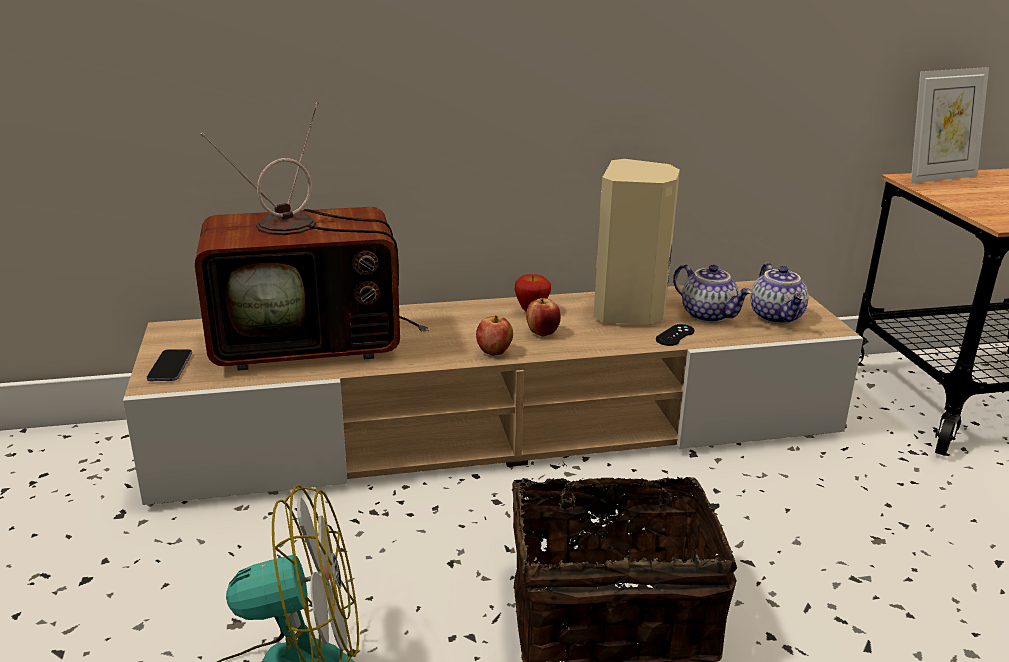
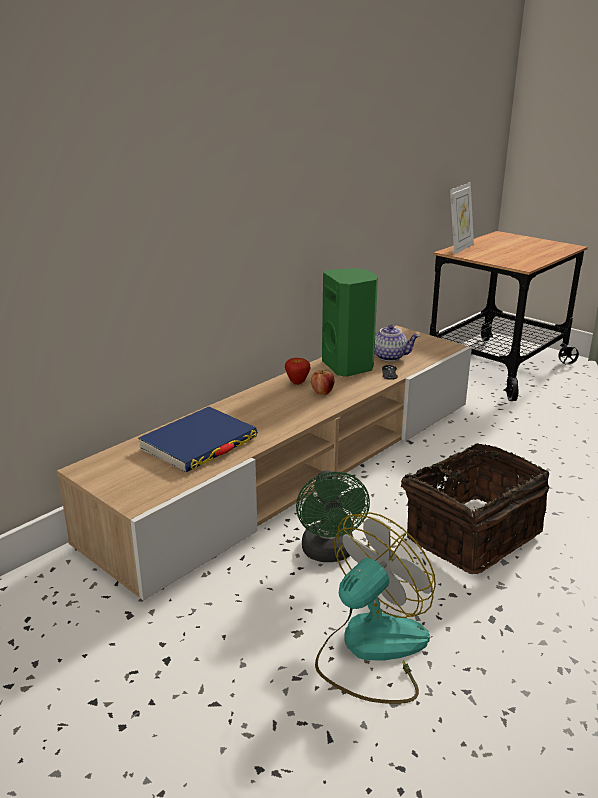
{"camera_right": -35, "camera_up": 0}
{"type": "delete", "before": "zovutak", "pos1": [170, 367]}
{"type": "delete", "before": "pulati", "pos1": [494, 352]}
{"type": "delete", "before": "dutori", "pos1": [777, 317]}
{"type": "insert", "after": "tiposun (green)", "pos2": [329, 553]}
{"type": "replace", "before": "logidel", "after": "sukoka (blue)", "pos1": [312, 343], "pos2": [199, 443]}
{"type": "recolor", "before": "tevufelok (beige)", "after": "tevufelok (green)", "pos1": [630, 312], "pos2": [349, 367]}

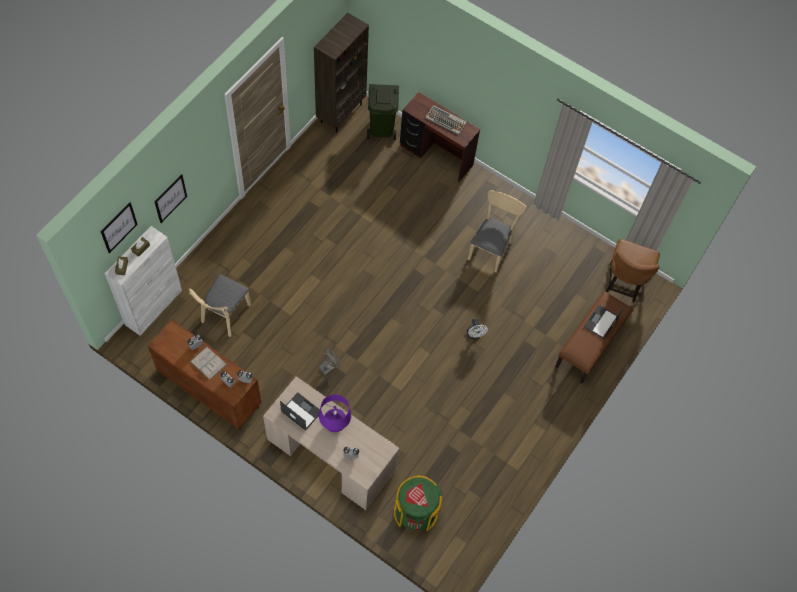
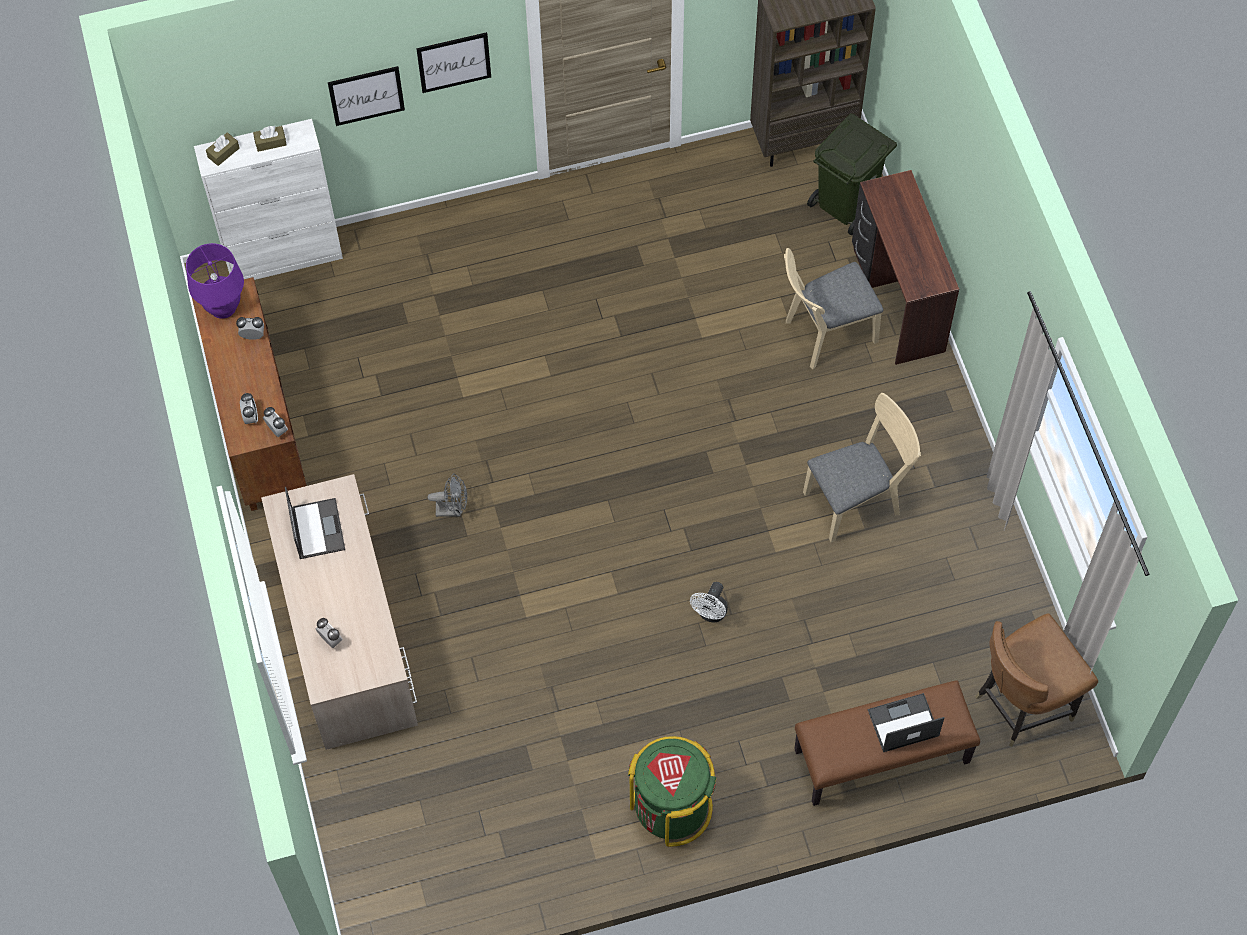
{"camera_right": 45, "camera_up": 0}
{"type": "delete", "before": "sukoka (white)", "pos1": [208, 363]}
{"type": "delete", "before": "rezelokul", "pos1": [446, 120]}
{"type": "move", "before": "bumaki", "pos1": [118, 227], "pos2": [454, 62]}
{"type": "move", "before": "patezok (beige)", "pos1": [224, 316], "pos2": [824, 334]}
{"type": "move", "before": "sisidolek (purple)", "pos1": [335, 424], "pos2": [223, 307]}
{"type": "move", "before": "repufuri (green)", "pos1": [415, 511], "pos2": [672, 806]}

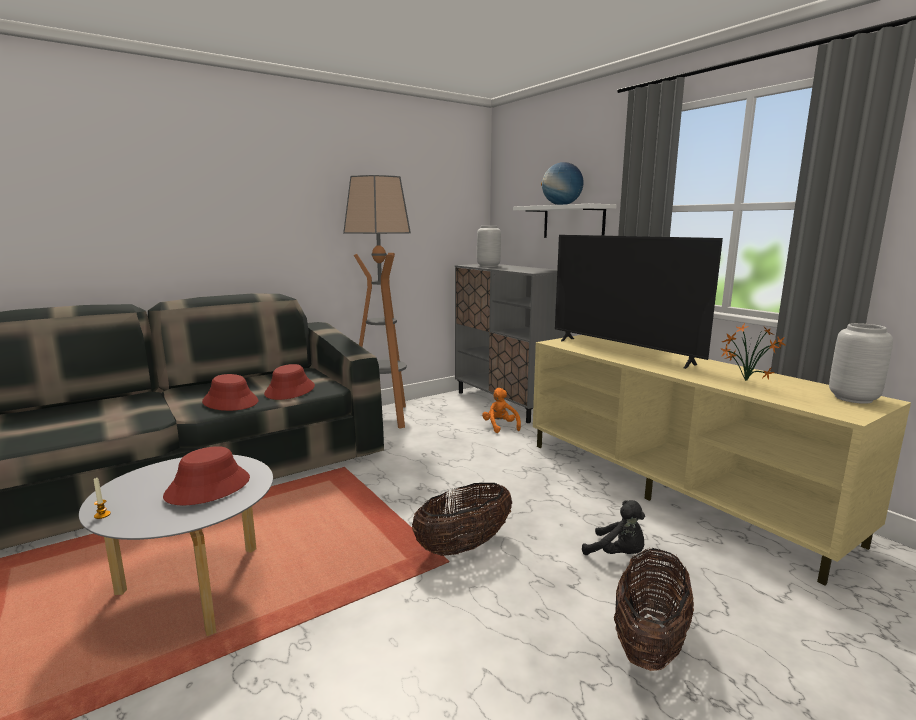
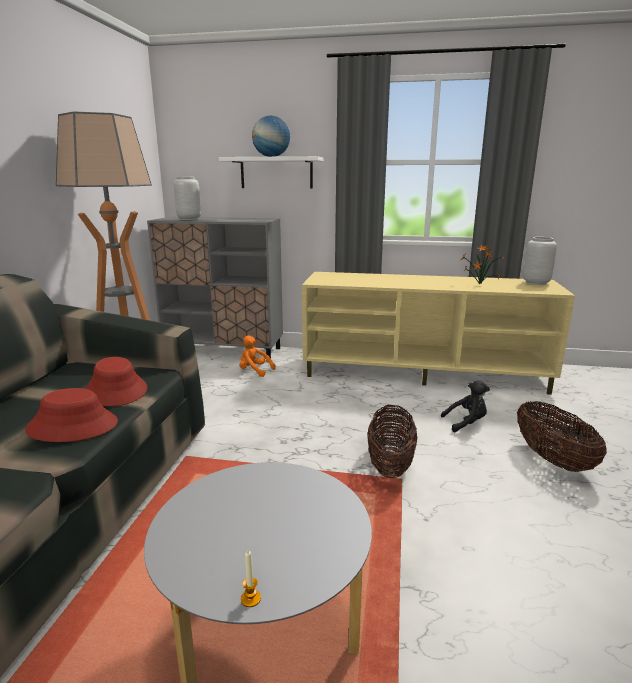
{"camera_right": -45, "camera_up": 5}
{"type": "delete", "before": "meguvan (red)", "pos1": [208, 487]}
{"type": "delete", "before": "logidel", "pos1": [622, 352]}

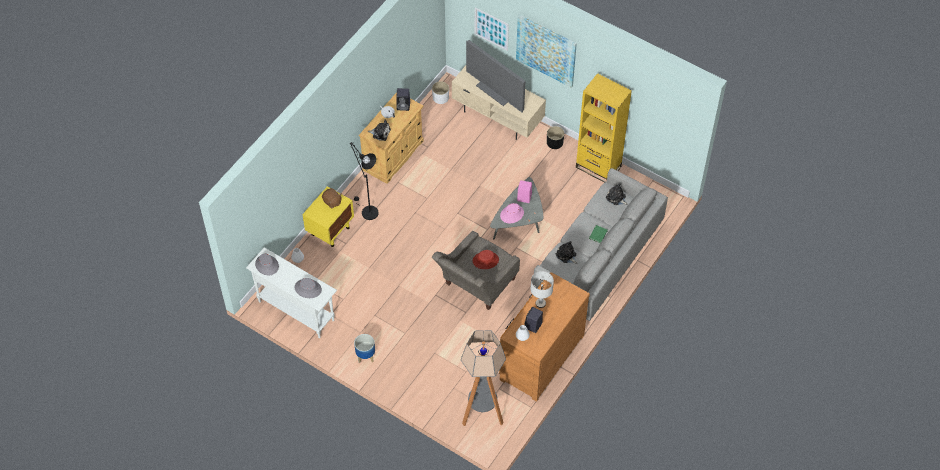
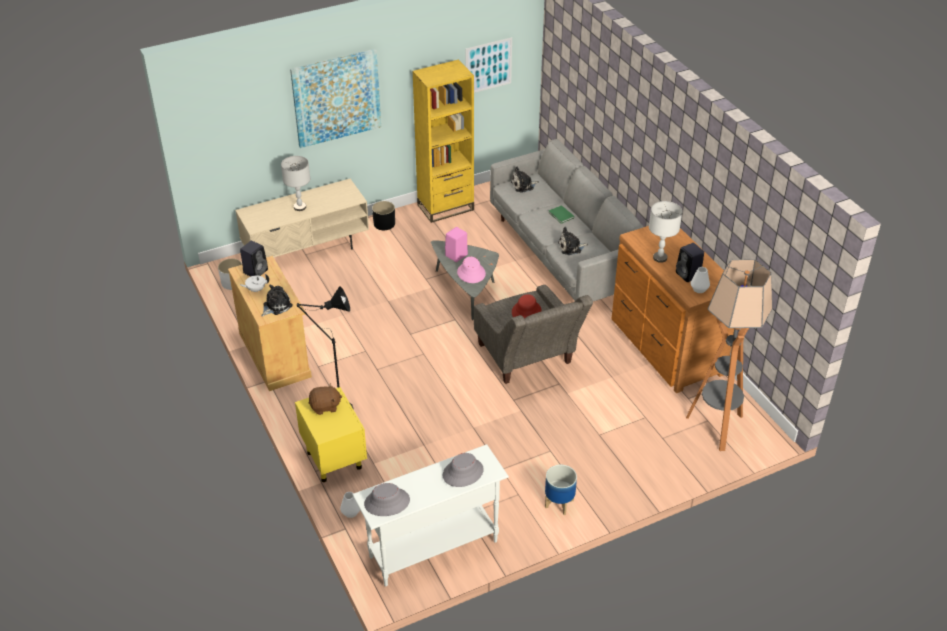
{"camera_right": -60, "camera_up": -15}
{"type": "move", "before": "bumaki", "pos1": [491, 29], "pos2": [488, 66]}
{"type": "replace", "before": "logidel", "after": "sisidolek (grey)", "pos1": [496, 91], "pos2": [300, 207]}

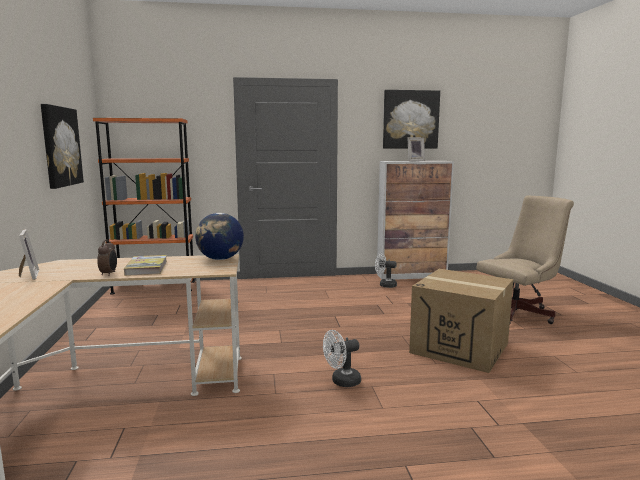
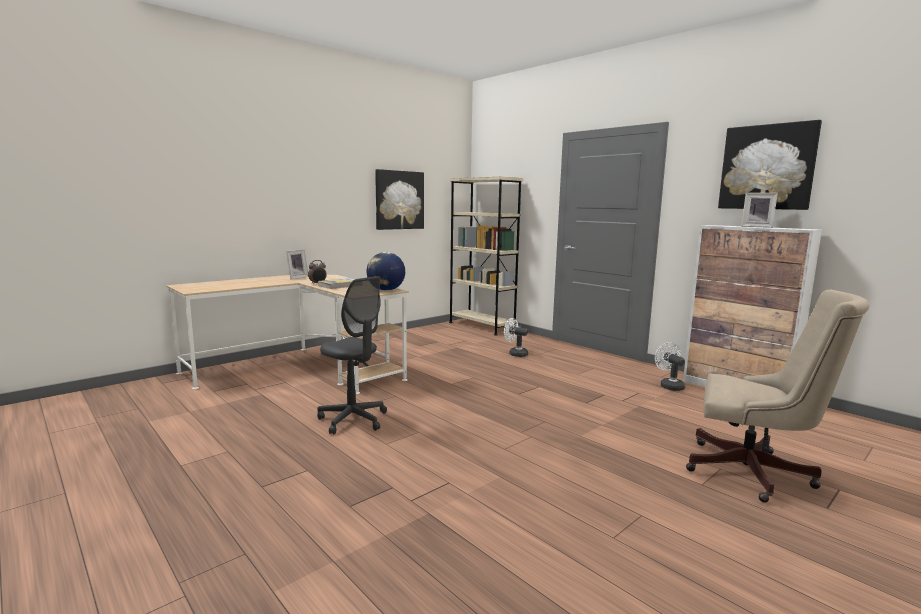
{"camera_right": 55, "camera_up": 0}
{"type": "delete", "before": "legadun", "pos1": [460, 348]}
{"type": "insert", "after": "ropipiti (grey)", "pos2": [353, 420]}
{"type": "move", "before": "tiposun (white)", "pos1": [342, 382], "pos2": [515, 354]}
{"type": "recolor", "before": "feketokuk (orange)", "after": "feketokuk (beige)", "pos1": [154, 287], "pos2": [481, 326]}

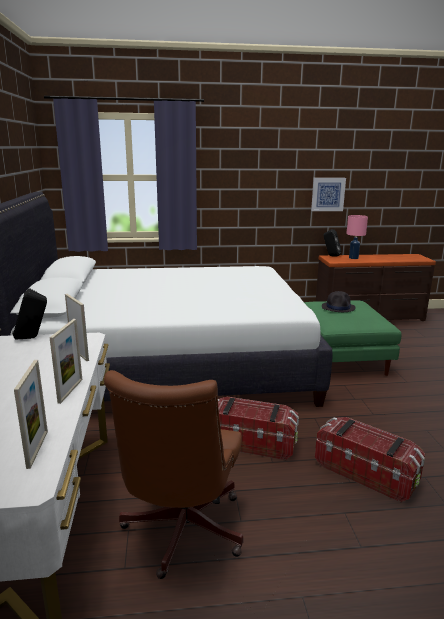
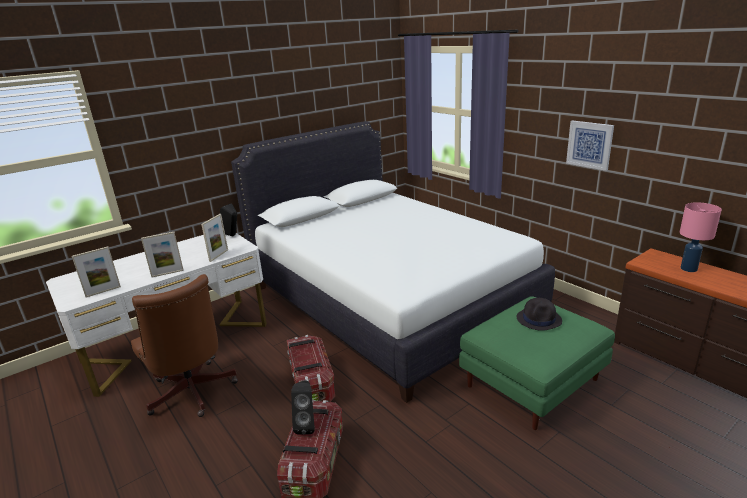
{"camera_right": 60, "camera_up": 5}
{"type": "move", "before": "bumaki", "pos1": [328, 194], "pos2": [589, 144]}
{"type": "move", "before": "tevufelok (black)", "pos1": [331, 256], "pos2": [307, 425]}
{"type": "rotate", "before": "ropipiti (brown)", "pos1": [180, 533], "pos2": [192, 395], "turn": -105}

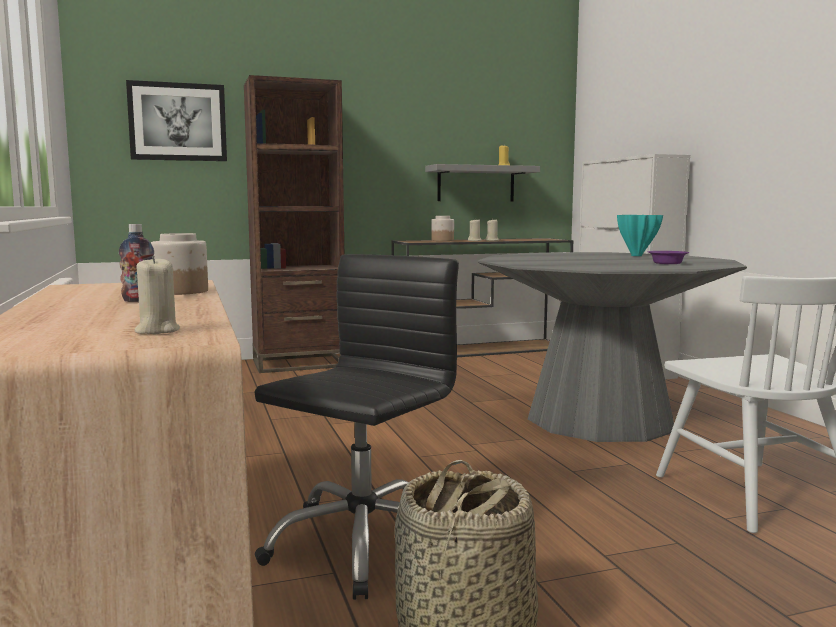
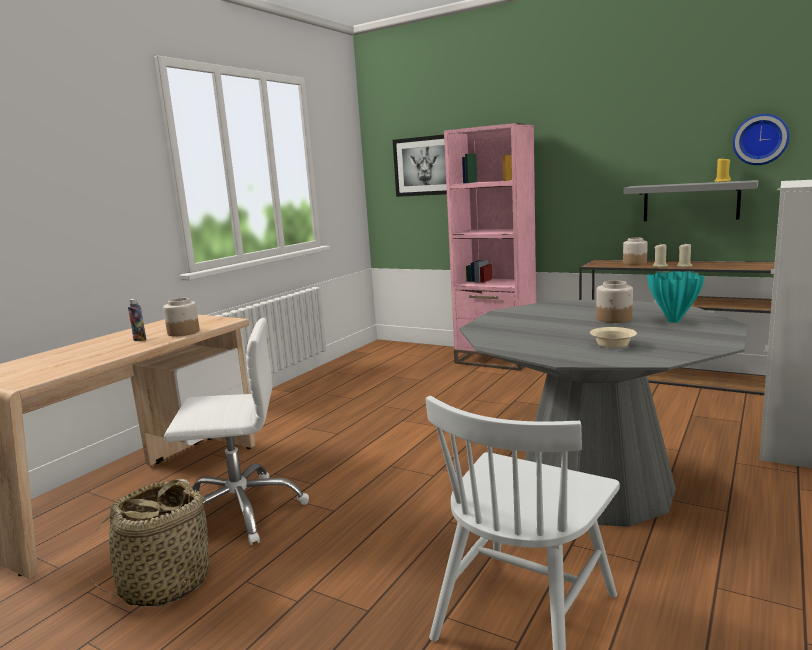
{"camera_right": 50, "camera_up": 5}
{"type": "delete", "before": "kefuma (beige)", "pos1": [157, 331]}
{"type": "insert", "after": "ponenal", "pos2": [614, 319]}
{"type": "insert", "after": "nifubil", "pos2": [760, 139]}
{"type": "recolor", "before": "feketokuk (brown)", "after": "feketokuk (pink)", "pos1": [299, 363], "pos2": [496, 360]}
{"type": "recolor", "before": "ropipiti (black)", "after": "ropipiti (white)", "pos1": [362, 544], "pos2": [240, 511]}
{"type": "recolor", "before": "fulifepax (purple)", "after": "fulifepax (beige)", "pos1": [668, 263], "pos2": [613, 345]}

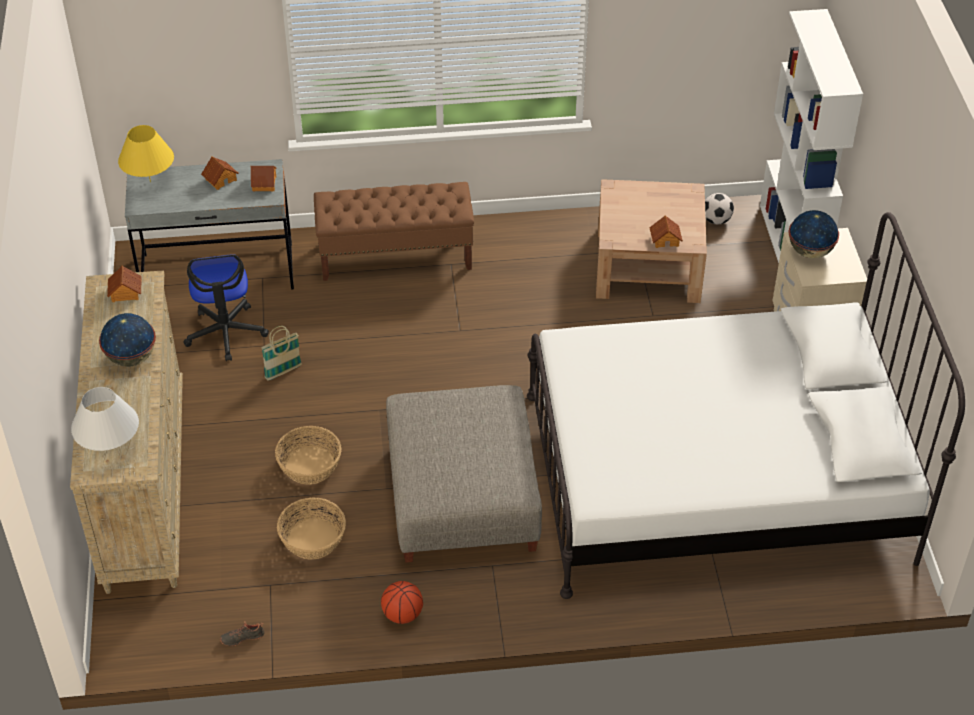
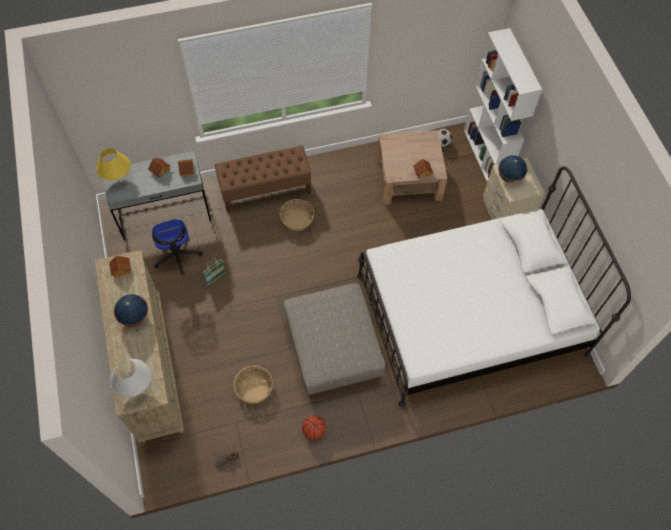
{"camera_right": -10, "camera_up": 15}
{"type": "move", "before": "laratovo", "pos1": [310, 465], "pos2": [297, 219]}

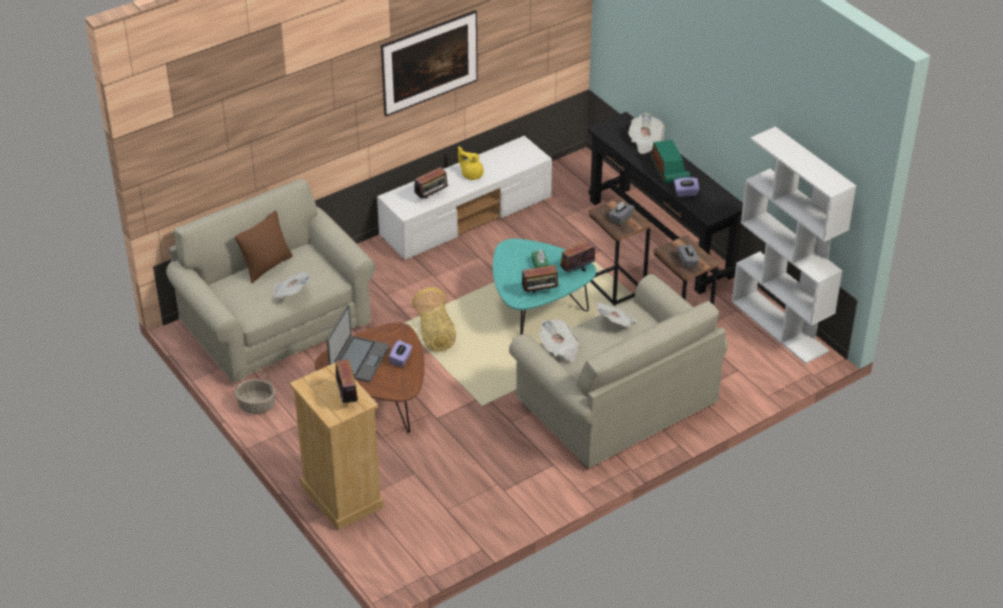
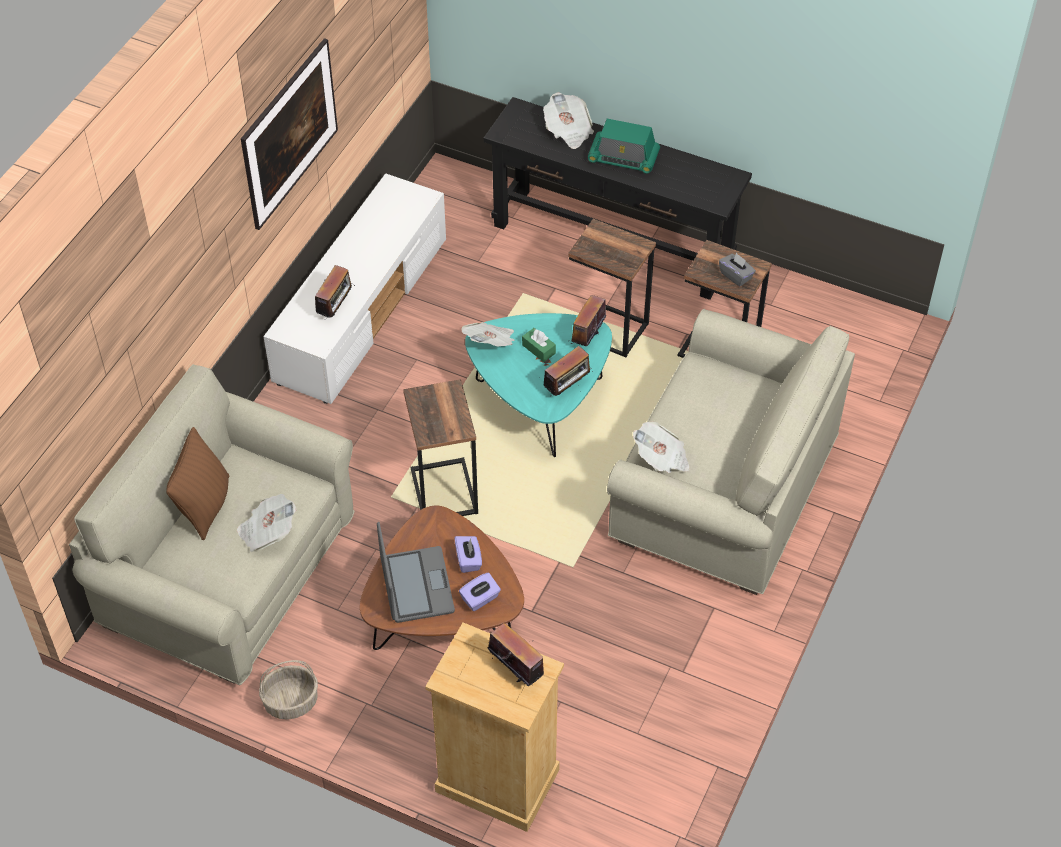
{"camera_right": -30, "camera_up": 10}
{"type": "delete", "before": "dutori (yellow)", "pos1": [471, 174]}
{"type": "delete", "before": "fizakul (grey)", "pos1": [620, 218]}
{"type": "delete", "before": "feketokuk (white)", "pos1": [780, 326]}
{"type": "move", "before": "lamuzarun", "pos1": [615, 323], "pos2": [490, 343]}
{"type": "move", "before": "fizakul (purple)", "pos1": [686, 193], "pos2": [480, 599]}
{"type": "replace", "before": "laratovo", "after": "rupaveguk", "pos1": [435, 333], "pos2": [442, 492]}
{"type": "rotate", "before": "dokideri", "pos1": [669, 169], "pos2": [623, 158], "turn": 150}

